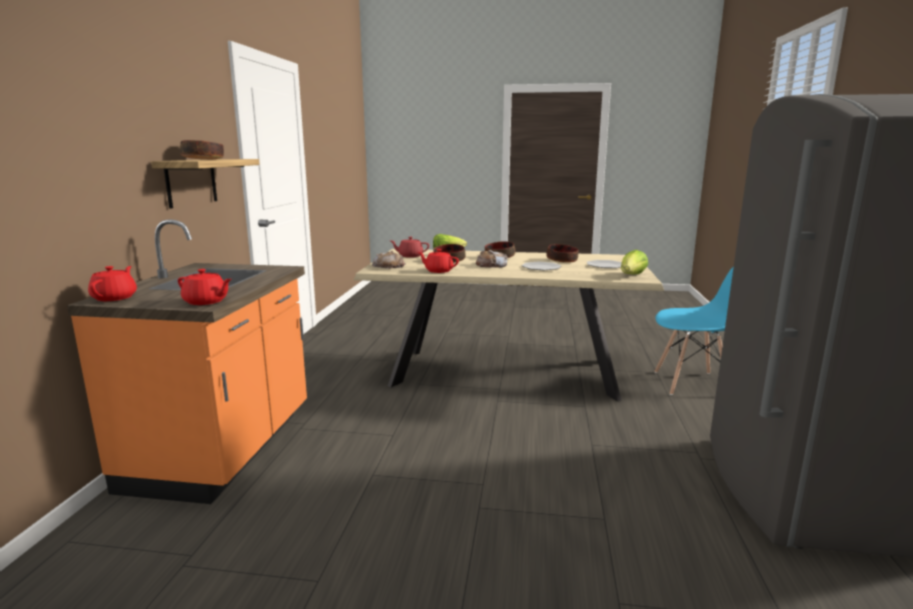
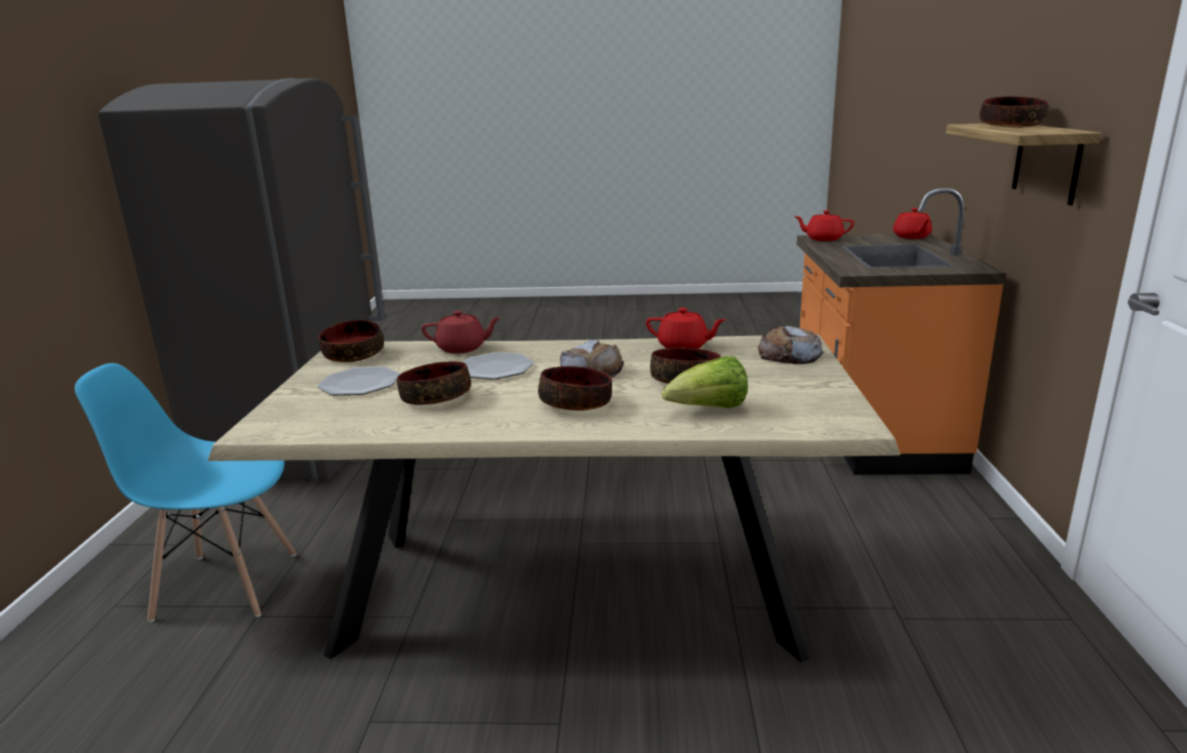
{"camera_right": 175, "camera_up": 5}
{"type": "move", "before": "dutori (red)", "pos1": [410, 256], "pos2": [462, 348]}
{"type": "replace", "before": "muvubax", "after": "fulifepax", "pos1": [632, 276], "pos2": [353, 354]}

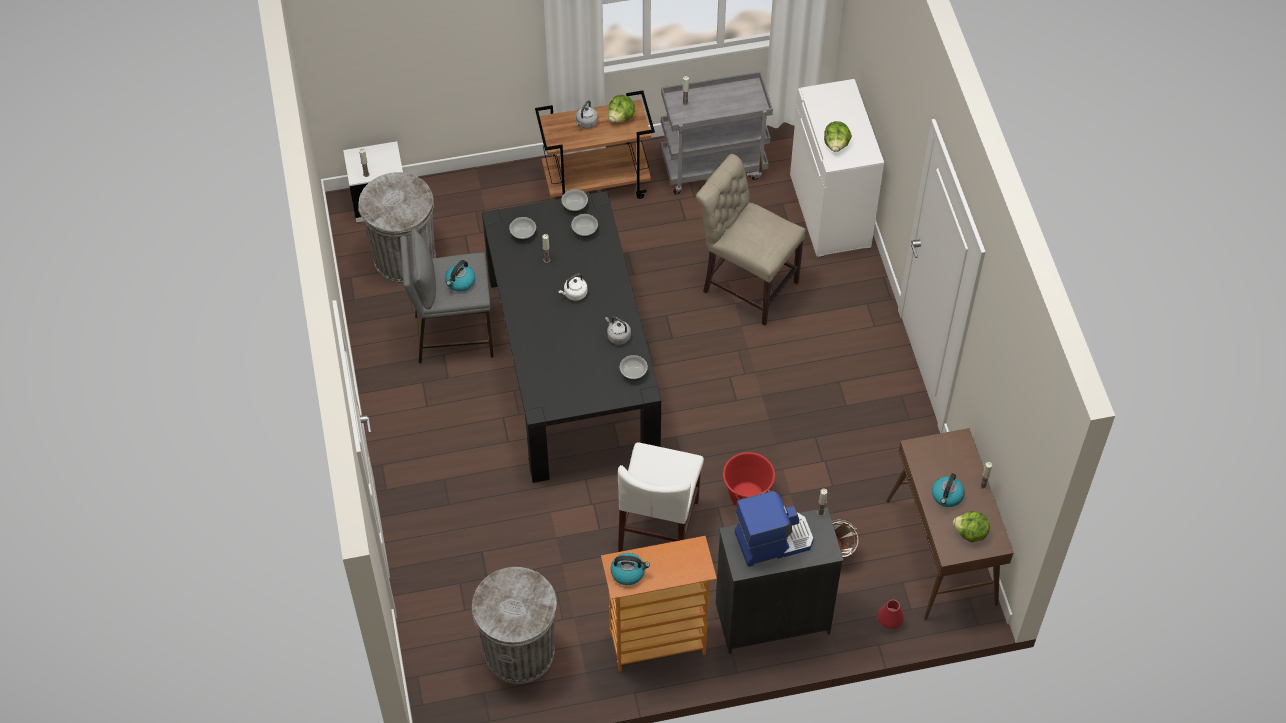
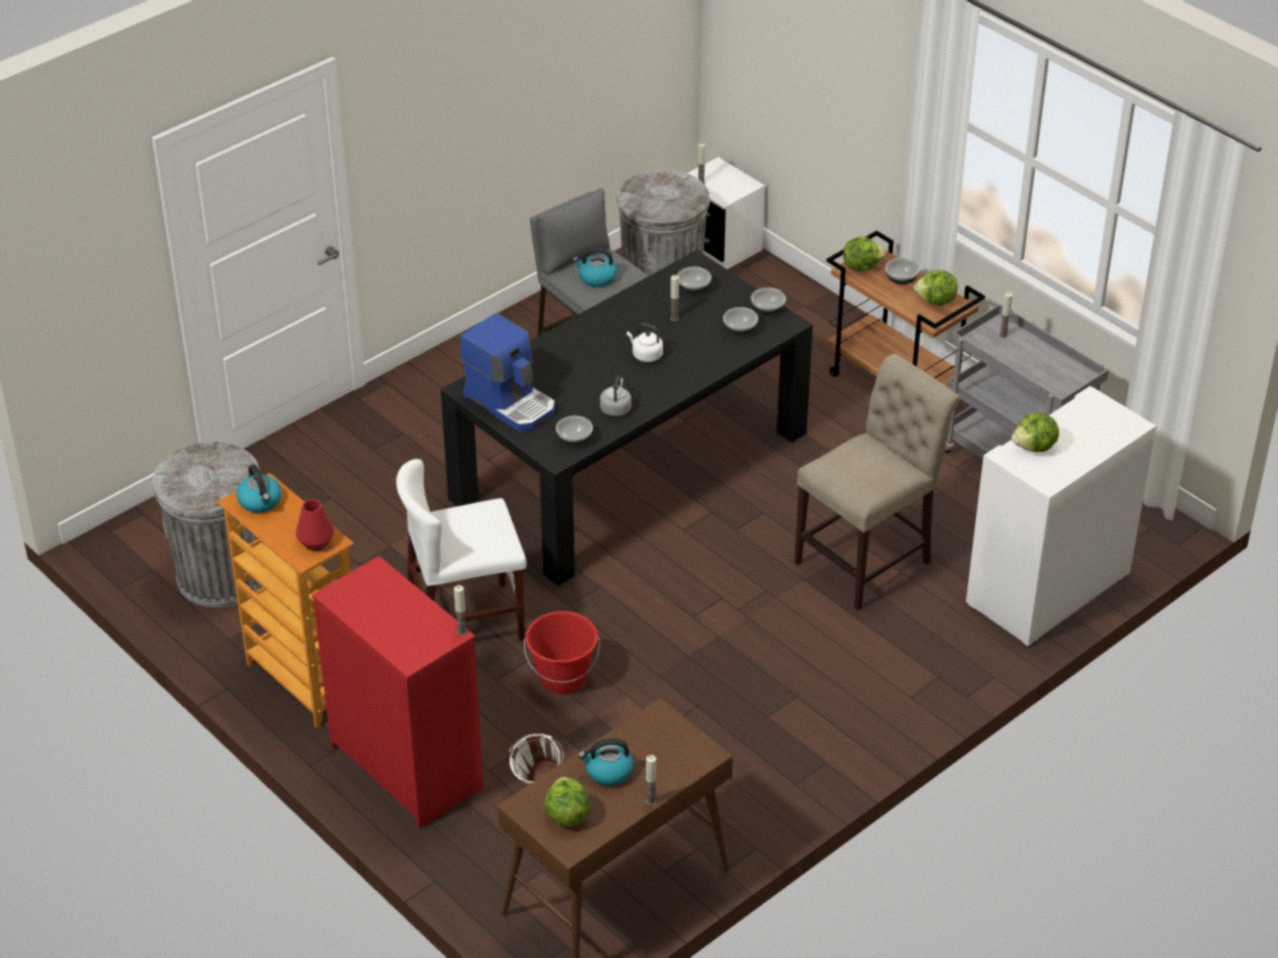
{"camera_right": 60, "camera_up": -15}
{"type": "insert", "after": "muvubax", "pos2": [861, 266]}
{"type": "move", "before": "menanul", "pos1": [773, 539], "pos2": [511, 402]}
{"type": "move", "before": "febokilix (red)", "pos1": [889, 621], "pos2": [316, 542]}
{"type": "replace", "before": "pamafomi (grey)", "after": "fulifepax", "pos1": [586, 123], "pos2": [901, 280]}
{"type": "recolor", "before": "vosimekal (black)", "after": "vosimekal (red)", "pos1": [772, 617], "pos2": [407, 767]}
{"type": "rotate", "before": "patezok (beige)", "pos1": [746, 284], "pos2": [869, 559], "turn": 45}

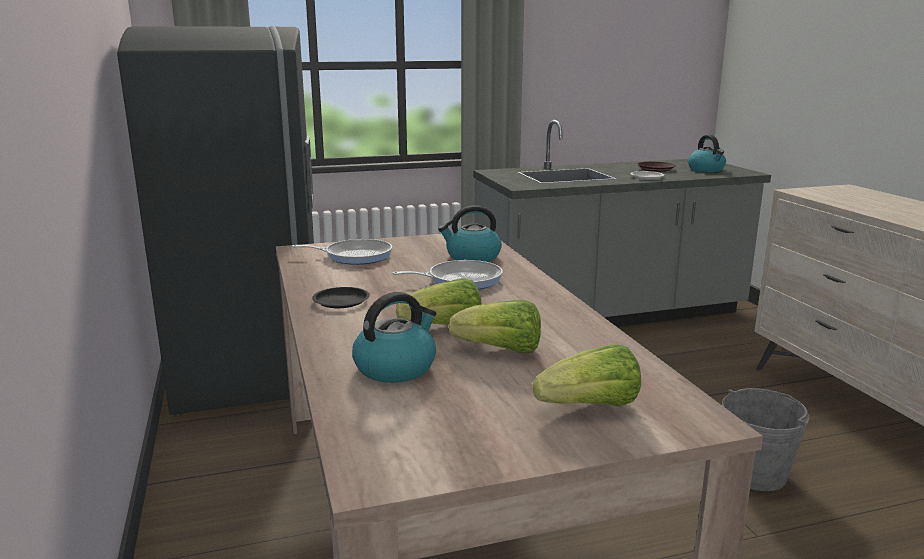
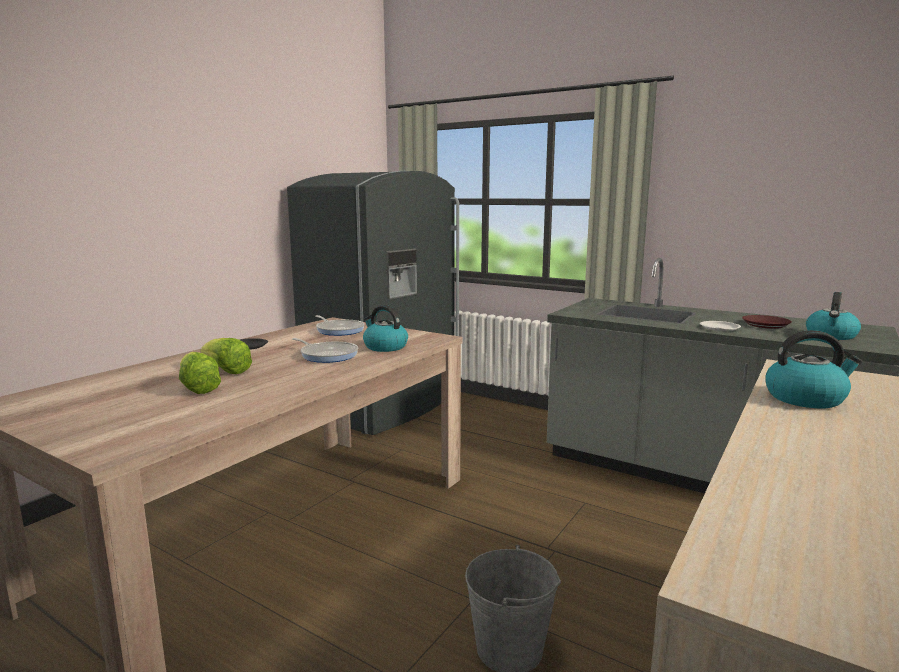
{"camera_right": 50, "camera_up": -5}
{"type": "delete", "before": "muvubax", "pos1": [591, 407]}
{"type": "move", "before": "pamafomi", "pos1": [396, 367], "pos2": [805, 398]}

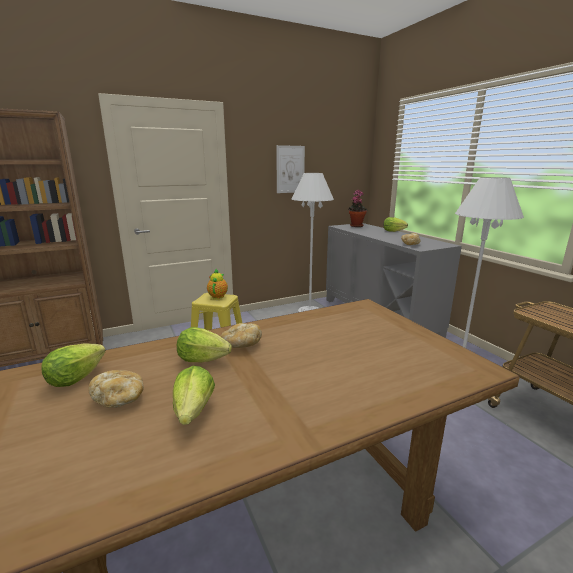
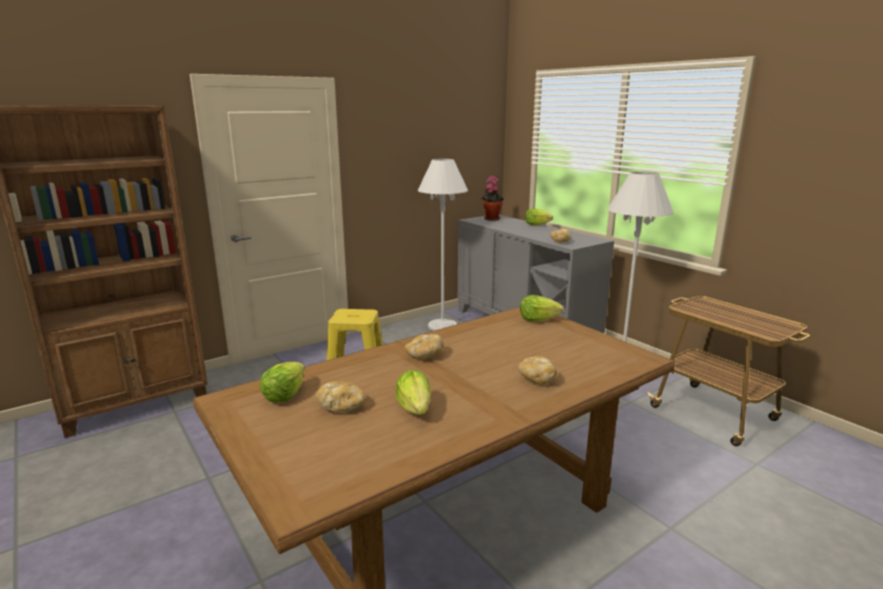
{"camera_right": -10, "camera_up": 0}
{"type": "delete", "before": "dutori", "pos1": [218, 296]}
{"type": "delete", "before": "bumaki", "pos1": [290, 169]}
{"type": "insert", "after": "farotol", "pos2": [536, 379]}
{"type": "move", "before": "muvubax", "pos1": [202, 359], "pos2": [537, 320]}

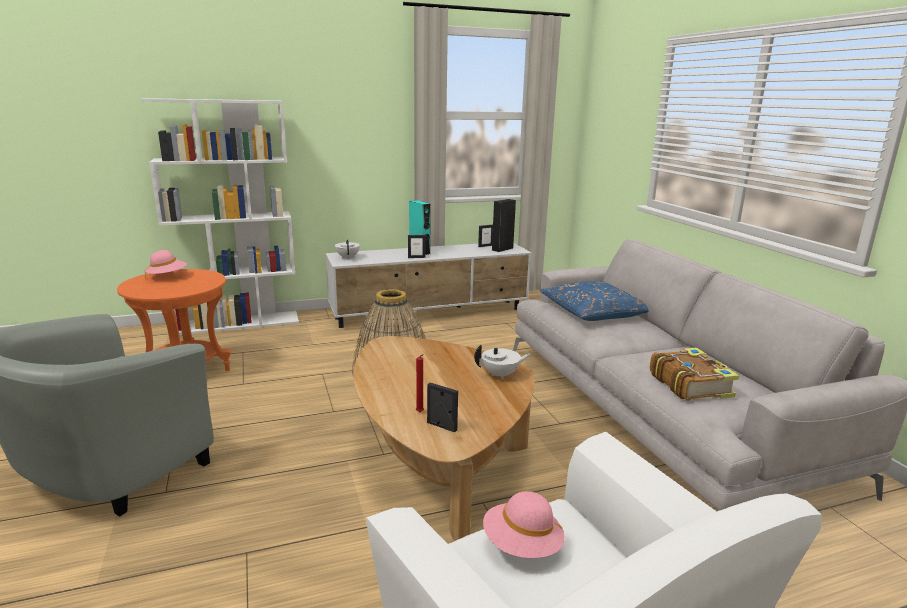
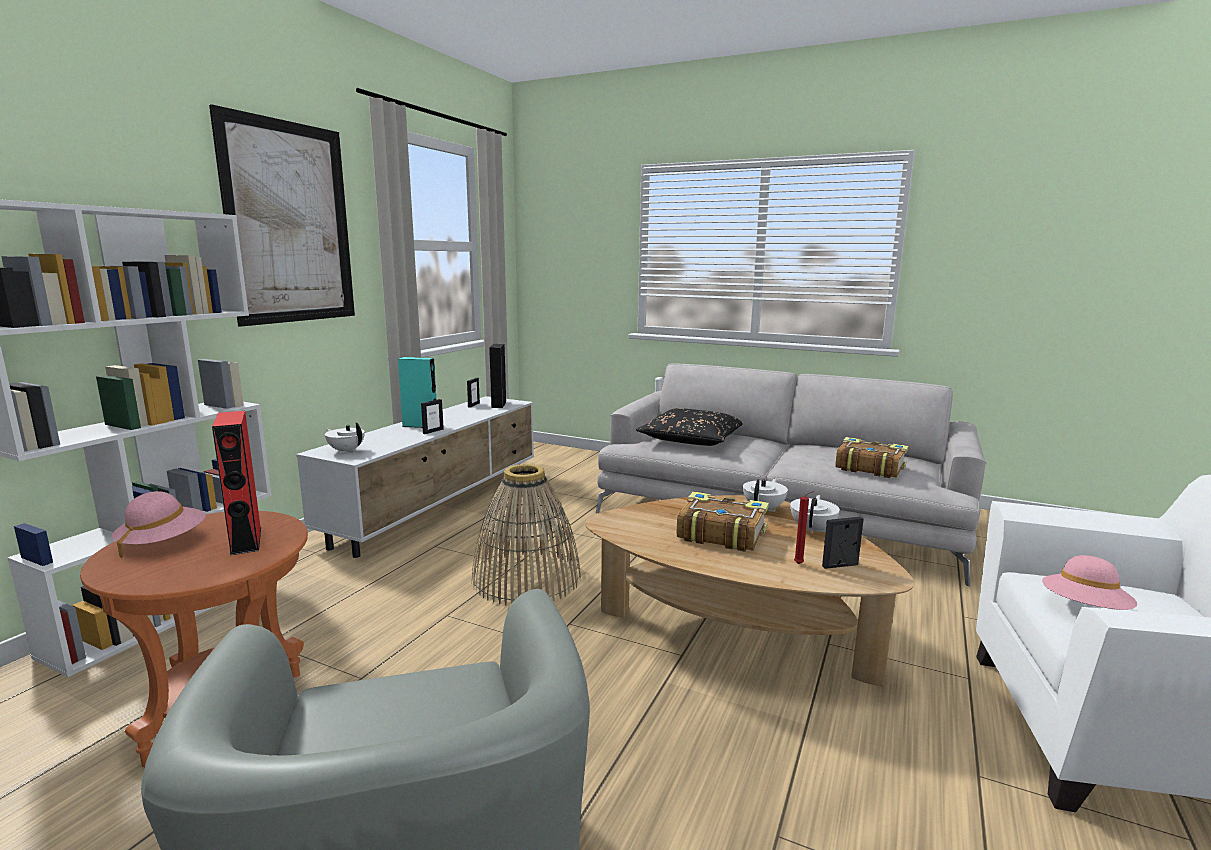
{"camera_right": -45, "camera_up": -5}
{"type": "insert", "after": "bumaki", "pos2": [290, 223]}
{"type": "insert", "after": "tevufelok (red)", "pos2": [246, 540]}
{"type": "insert", "after": "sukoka", "pos2": [720, 533]}
{"type": "insert", "after": "dutori (white)", "pos2": [813, 529]}
{"type": "recolor", "before": "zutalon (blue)", "after": "zutalon (black)", "pos1": [594, 312], "pos2": [691, 439]}

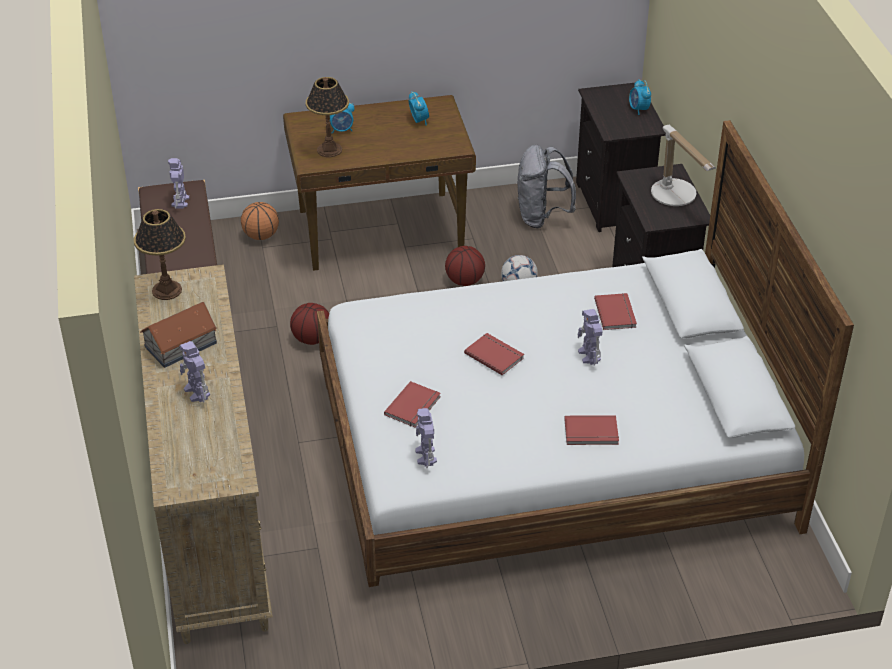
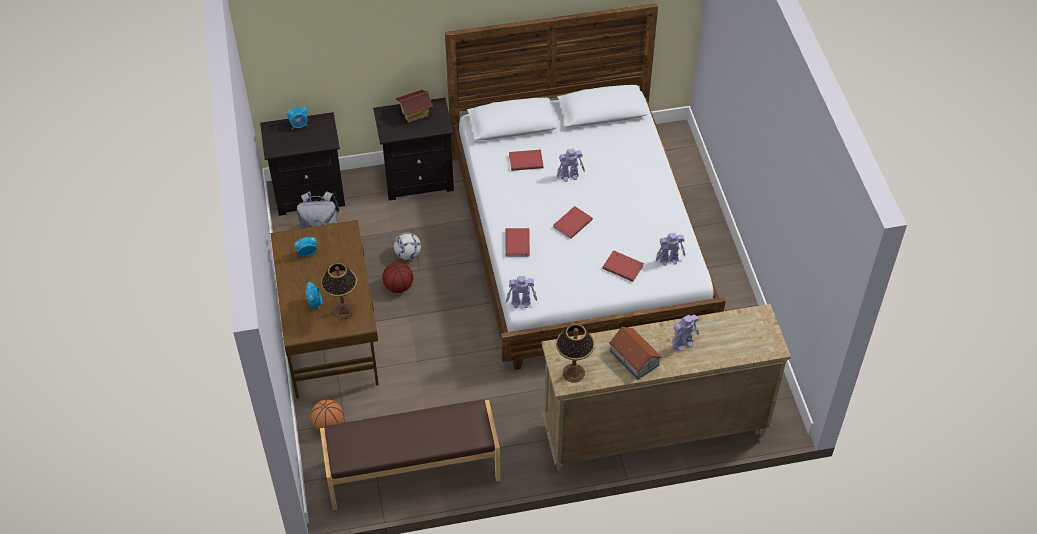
{"camera_right": -90, "camera_up": 10}
{"type": "delete", "before": "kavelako", "pos1": [312, 338]}
{"type": "move", "before": "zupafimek", "pos1": [180, 202], "pos2": [521, 302]}
{"type": "move", "before": "sukoka (red)", "pos1": [591, 433], "pos2": [518, 243]}
{"type": "replace", "before": "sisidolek", "after": "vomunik", "pos1": [676, 197], "pos2": [415, 113]}

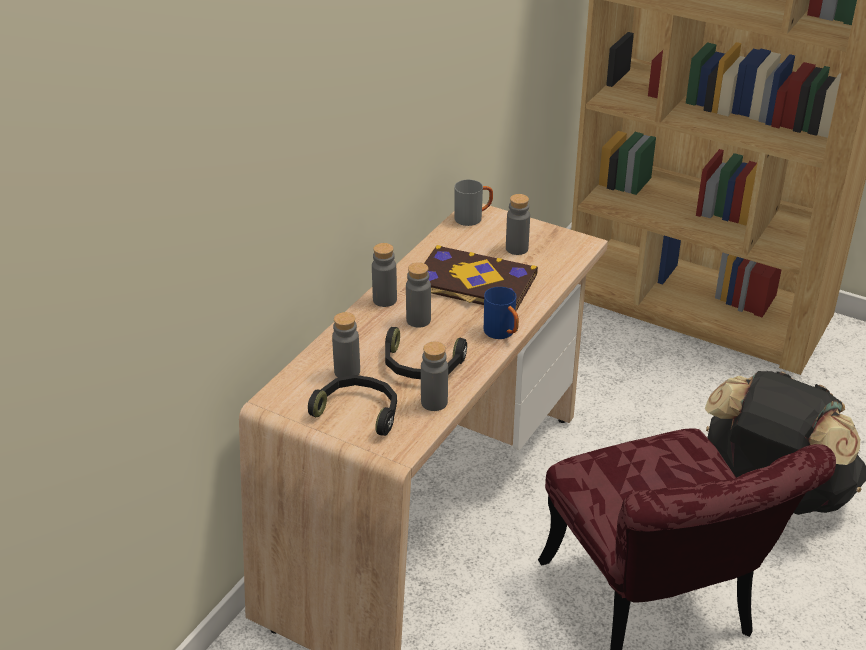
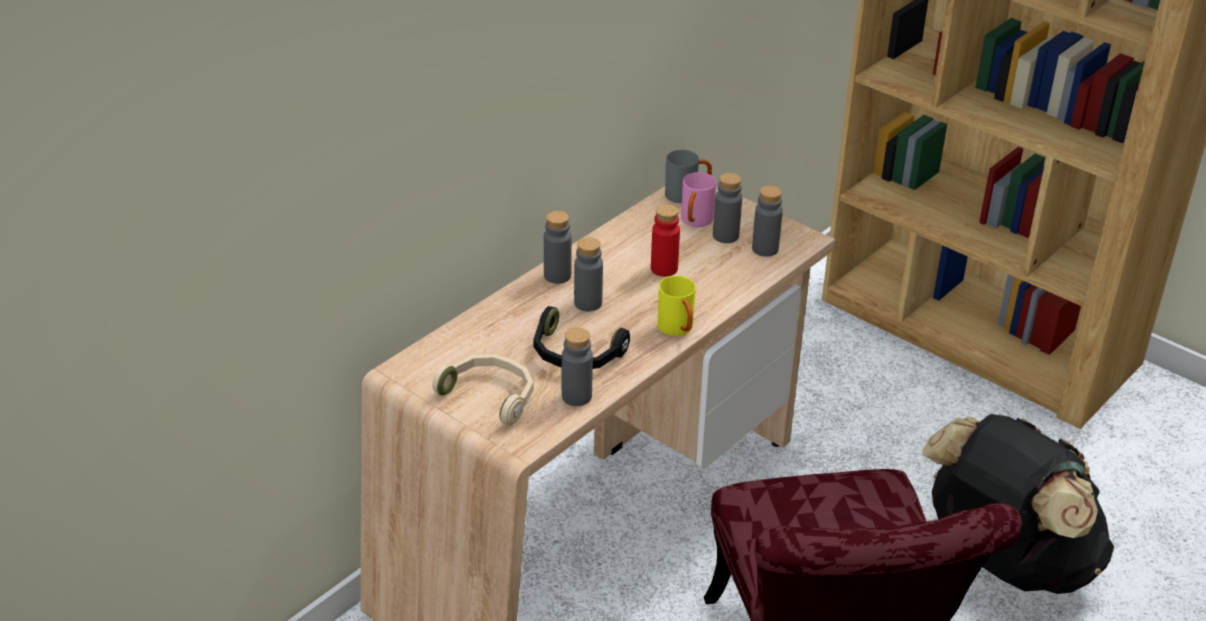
{"camera_right": 10, "camera_up": 0}
{"type": "insert", "after": "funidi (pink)", "pos2": [695, 222]}
{"type": "move", "before": "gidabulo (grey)", "pos1": [347, 372], "pos2": [765, 249]}
{"type": "replace", "before": "sukoka", "after": "gidabulo (red)", "pos1": [474, 283], "pos2": [664, 269]}
{"type": "recolor", "before": "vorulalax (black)", "after": "vorulalax (beige)", "pos1": [359, 411], "pos2": [491, 395]}
{"type": "recolor", "before": "funidi (blue)", "after": "funidi (yellow)", "pos1": [503, 334], "pos2": [678, 330]}

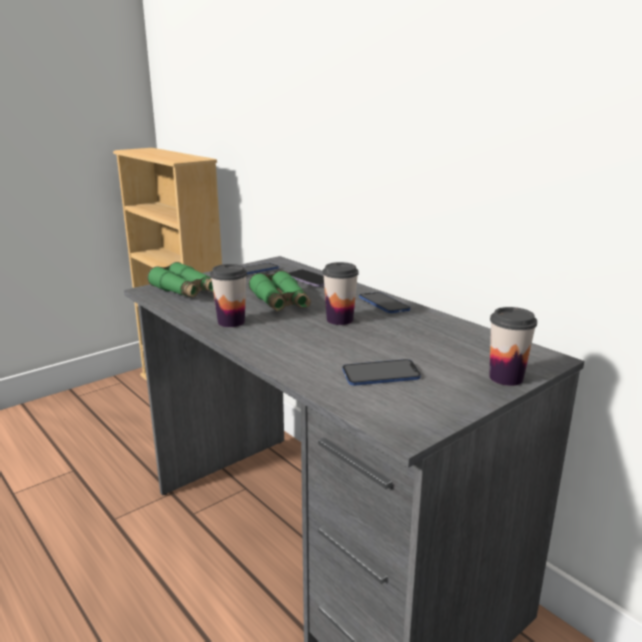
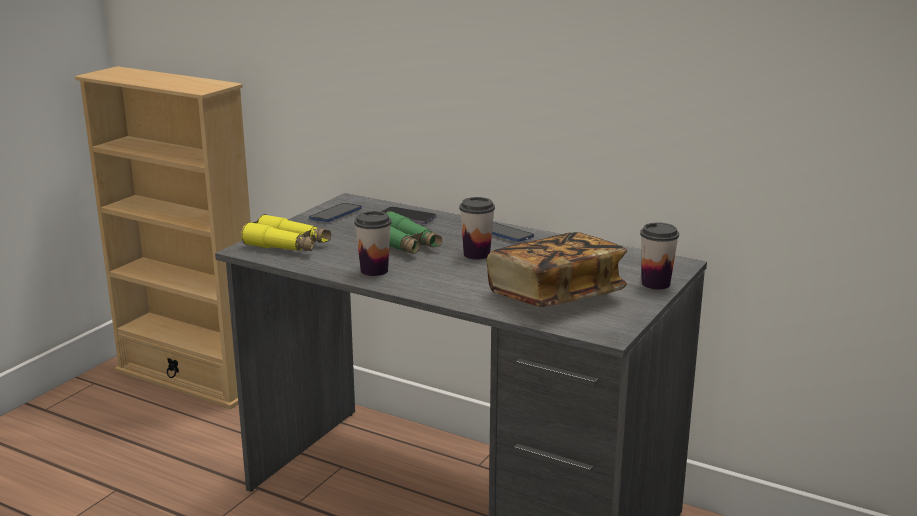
{"camera_right": -20, "camera_up": 0}
{"type": "replace", "before": "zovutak", "after": "sukoka", "pos1": [381, 374], "pos2": [555, 296]}
{"type": "recolor", "before": "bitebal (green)", "after": "bitebal (yellow)", "pos1": [185, 291], "pos2": [288, 245]}

